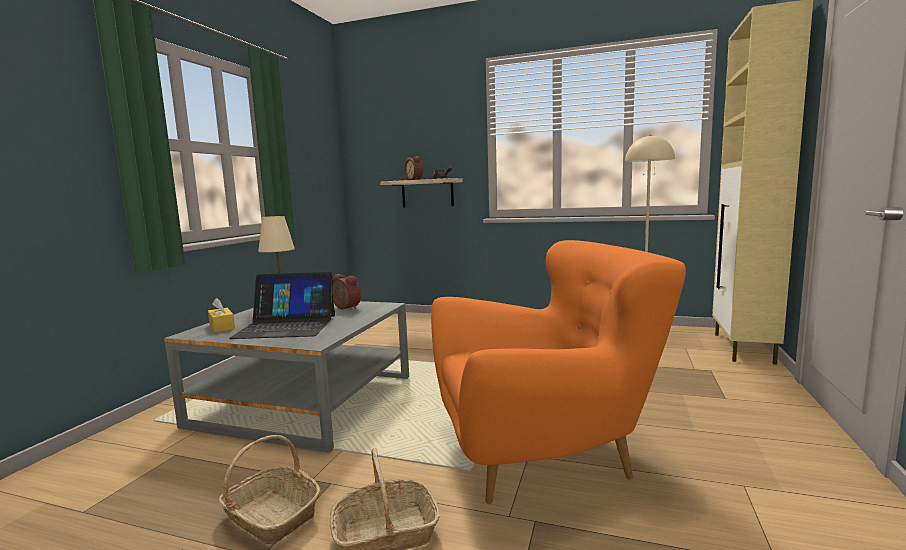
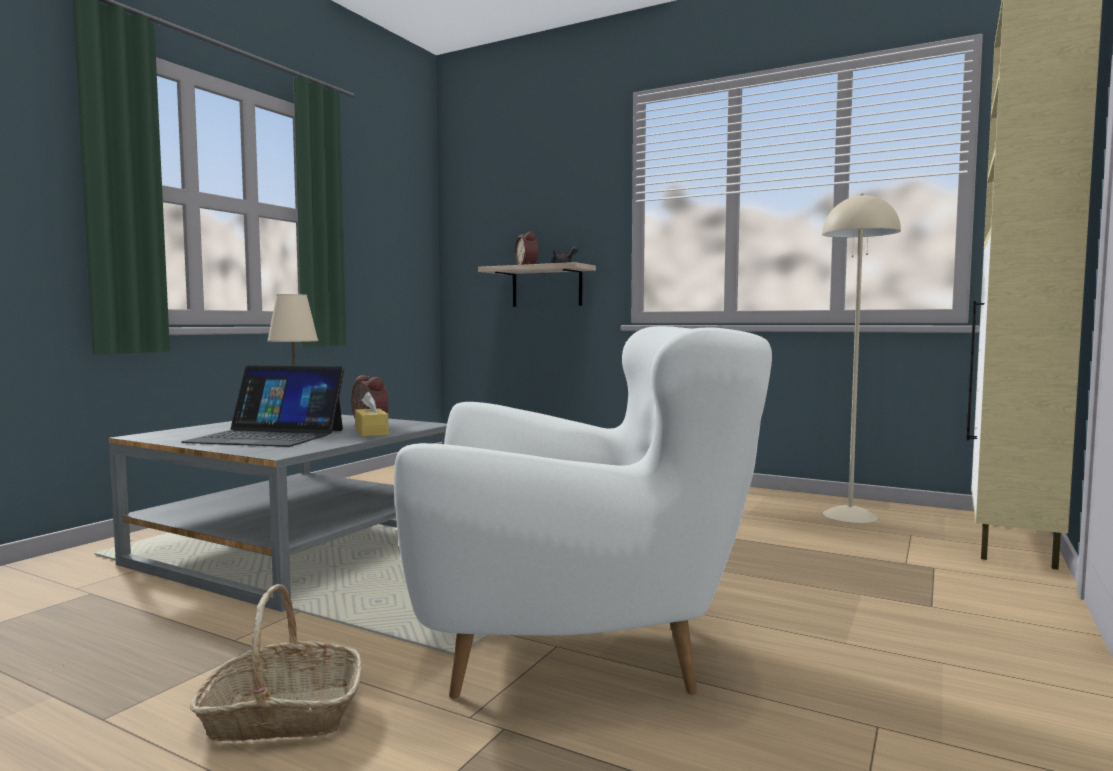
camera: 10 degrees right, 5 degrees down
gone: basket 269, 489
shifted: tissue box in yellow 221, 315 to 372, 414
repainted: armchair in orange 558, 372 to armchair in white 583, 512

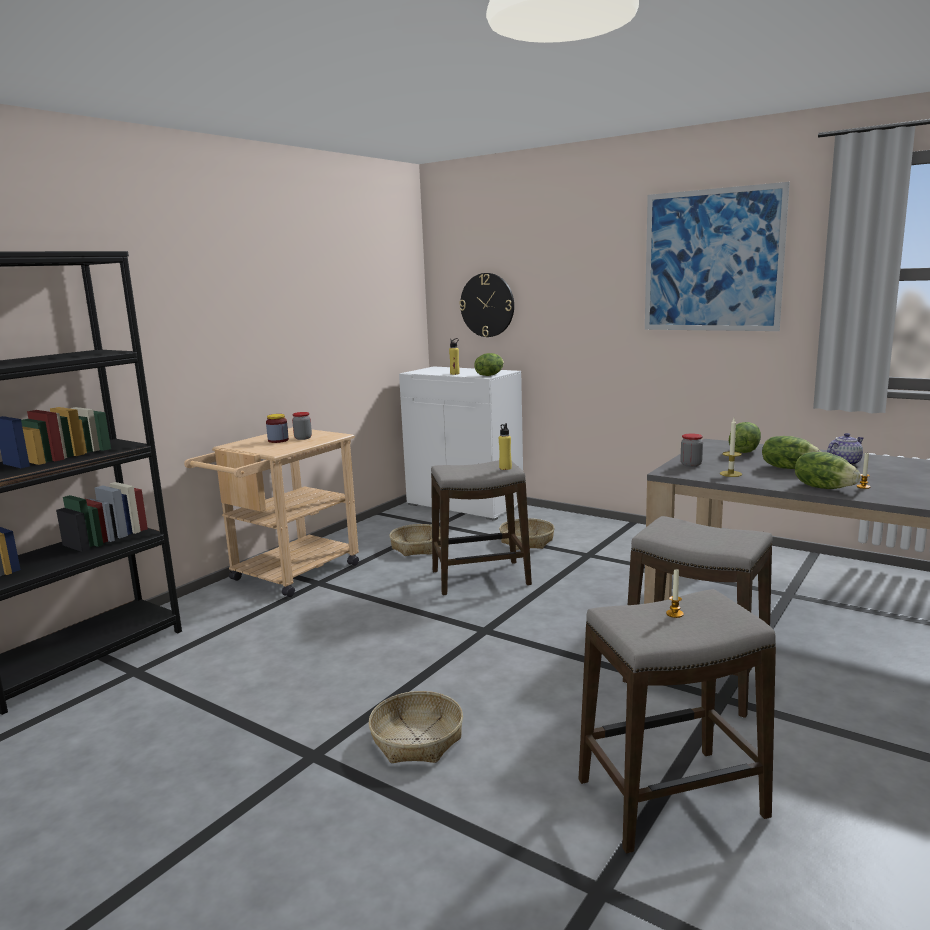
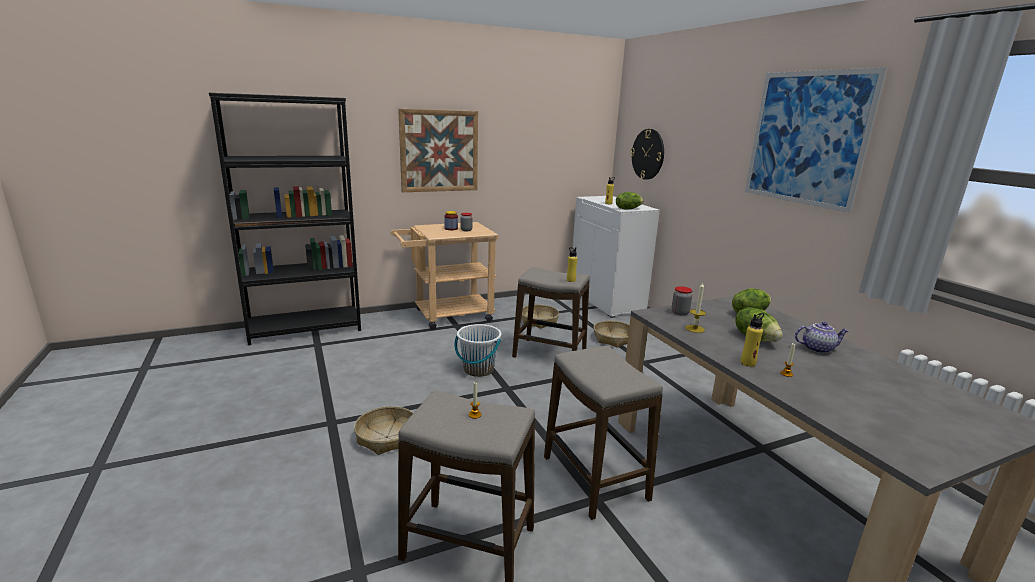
camera: 30 degrees right, 5 degrees up
new: picture 438, 150; bucket in white 477, 350
swapped: lettuce 828, 470 to bottle in yellow 752, 340

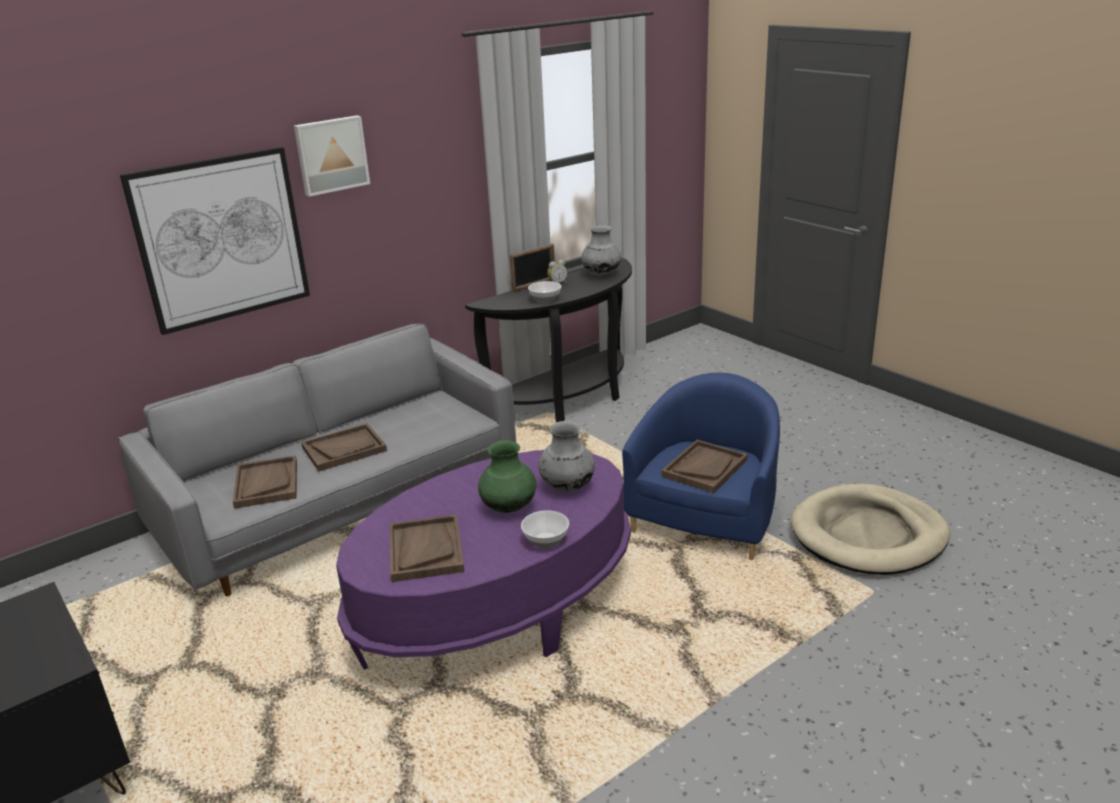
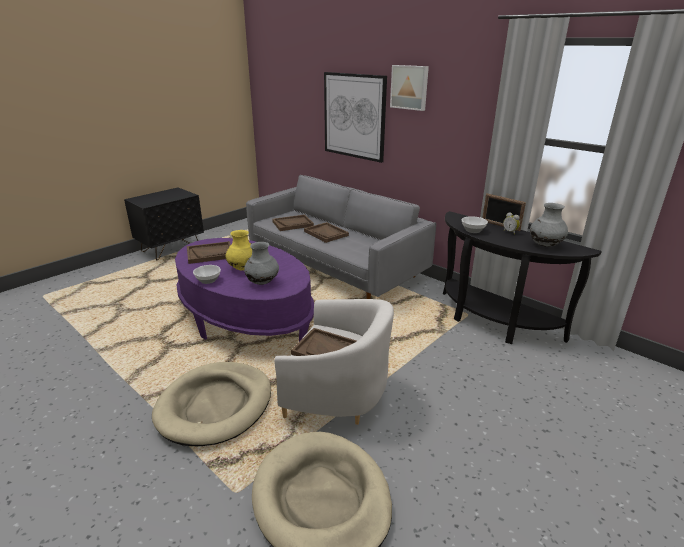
camera: 80 degrees right, 0 degrees up
new: dog bed in beige 211, 404
repainted: vase in green 507, 476 to vase in yellow 238, 250; armchair in blue 701, 466 to armchair in white 334, 362

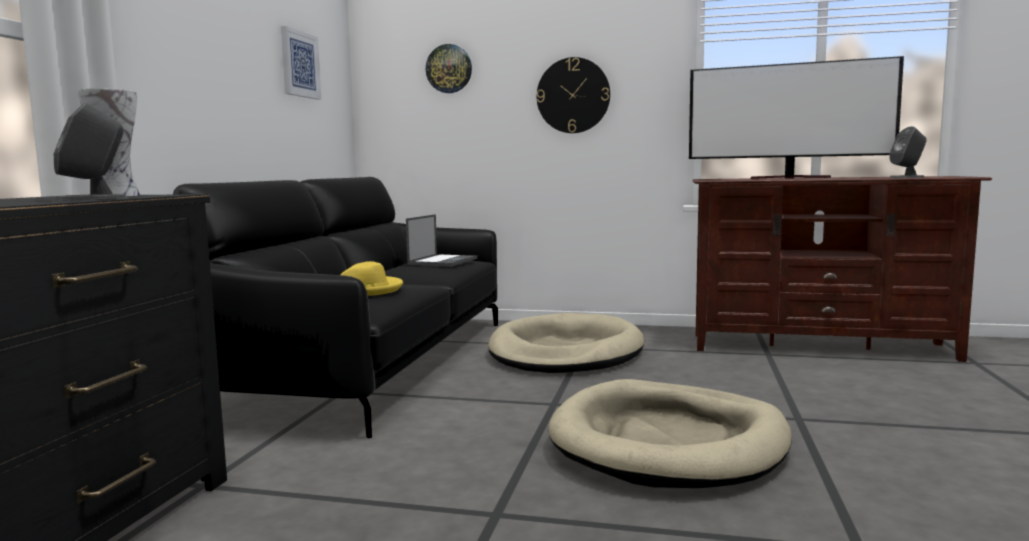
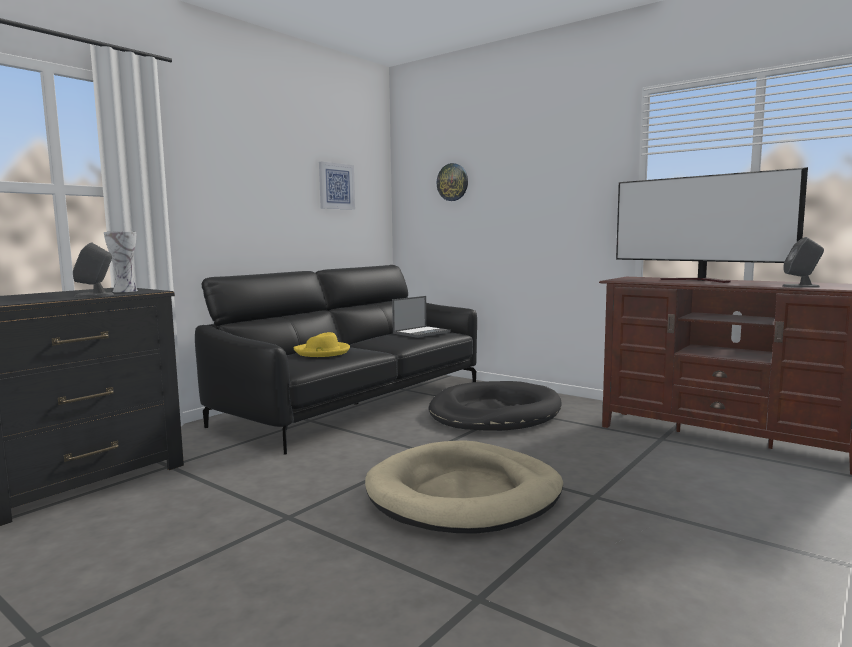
camera: 25 degrees right, 0 degrees up
gone: wall clock 573, 95
repainted: dog bed in beige 566, 343 to dog bed in black 495, 406

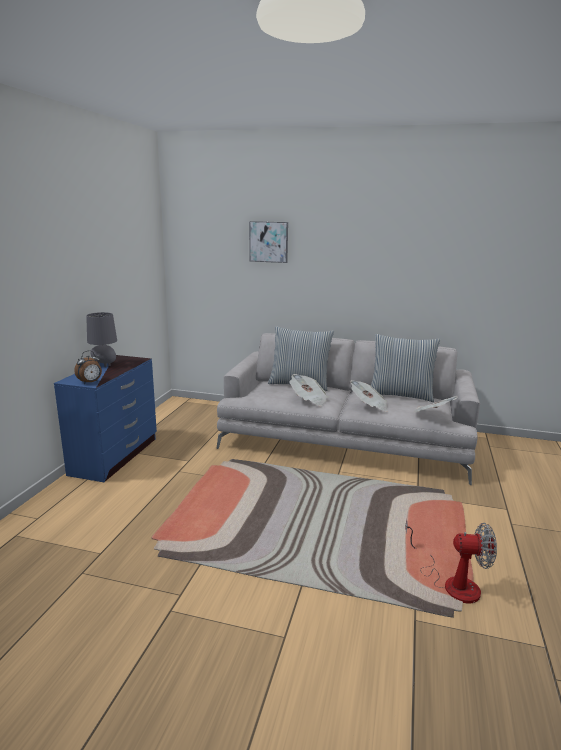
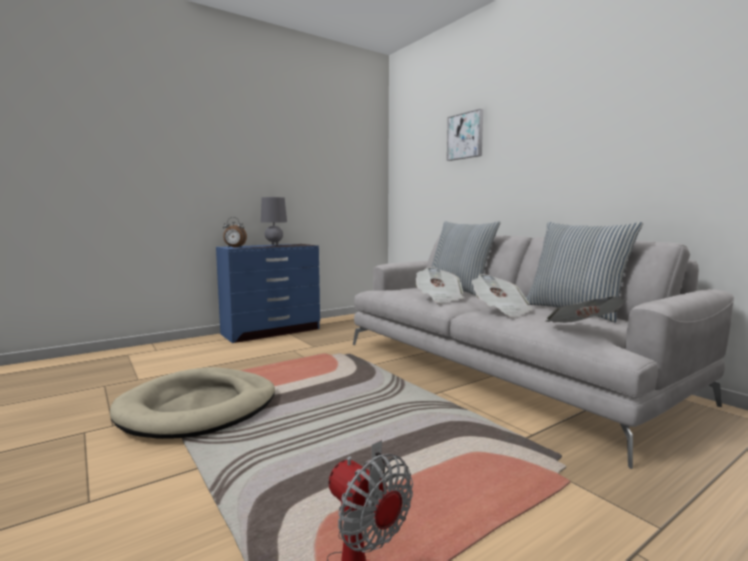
camera: 40 degrees right, 10 degrees down
new: dog bed in beige 192, 403

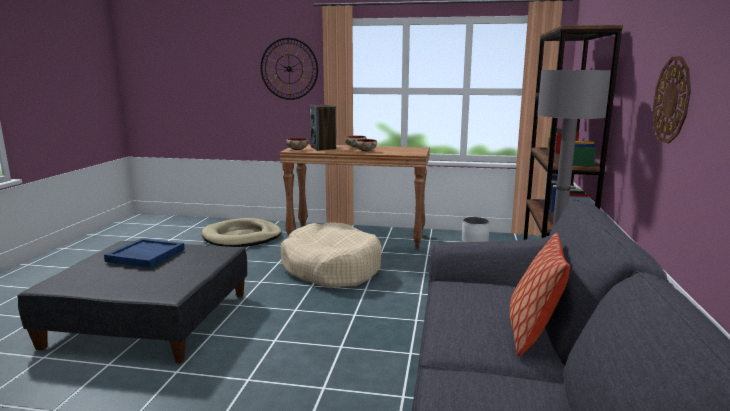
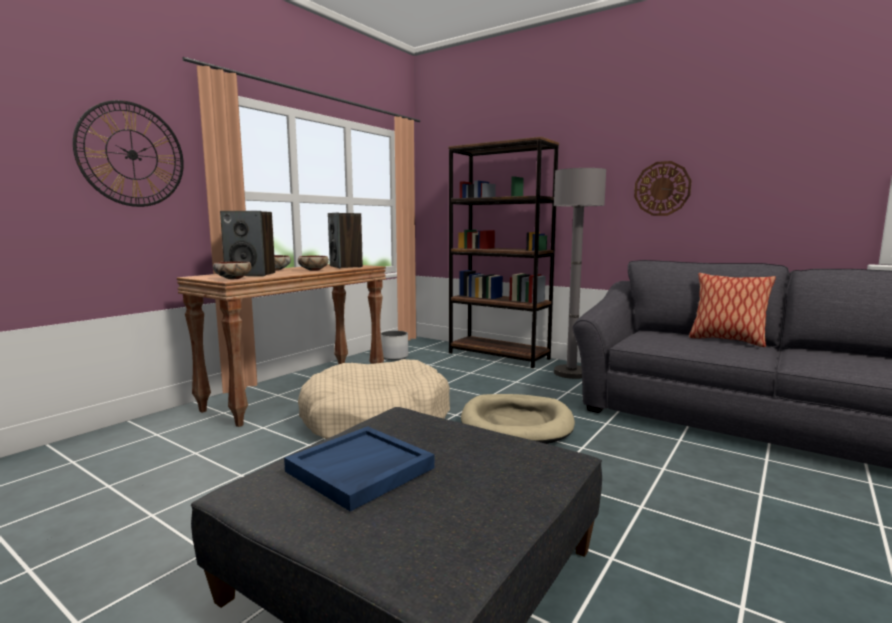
camera: 65 degrees left, 5 degrees down
new: speaker 345, 240
shifted: dog bed in beige 242, 232 to 518, 419

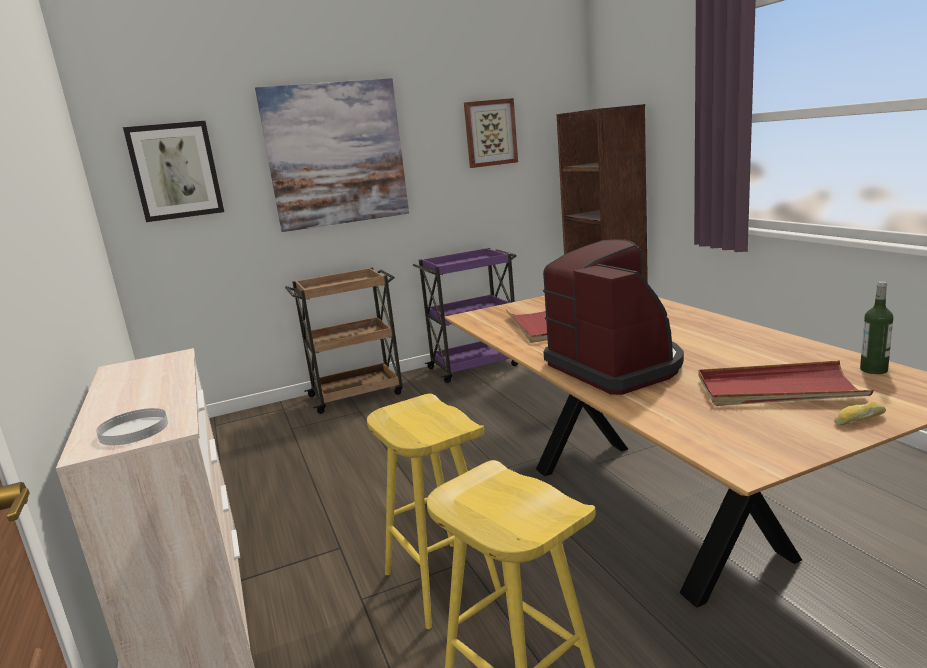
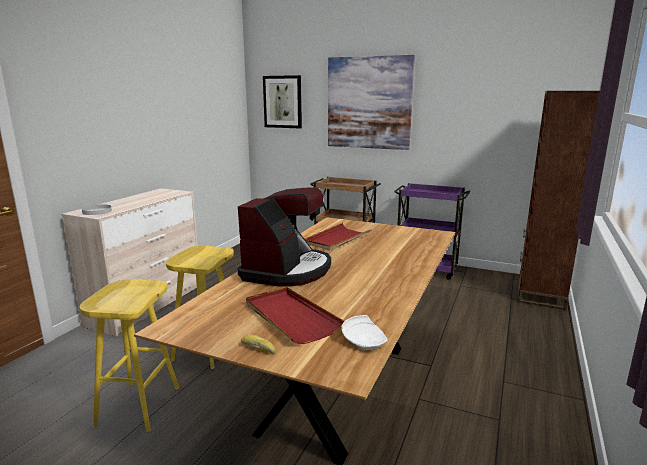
camera: 45 degrees right, 0 degrees up
gone: picture 491, 133
swapped: bottle 876, 327 to plate in white 364, 332

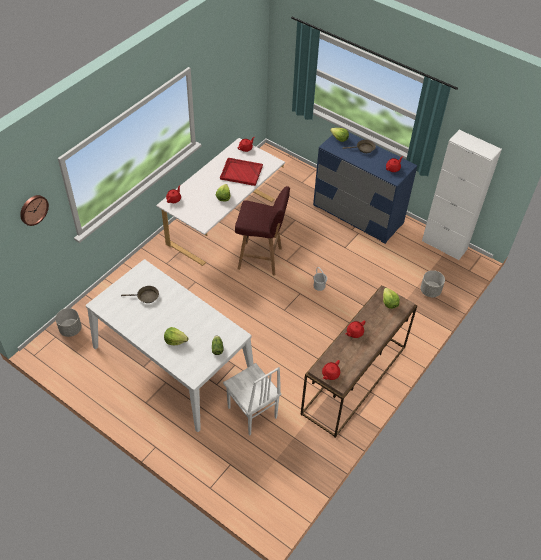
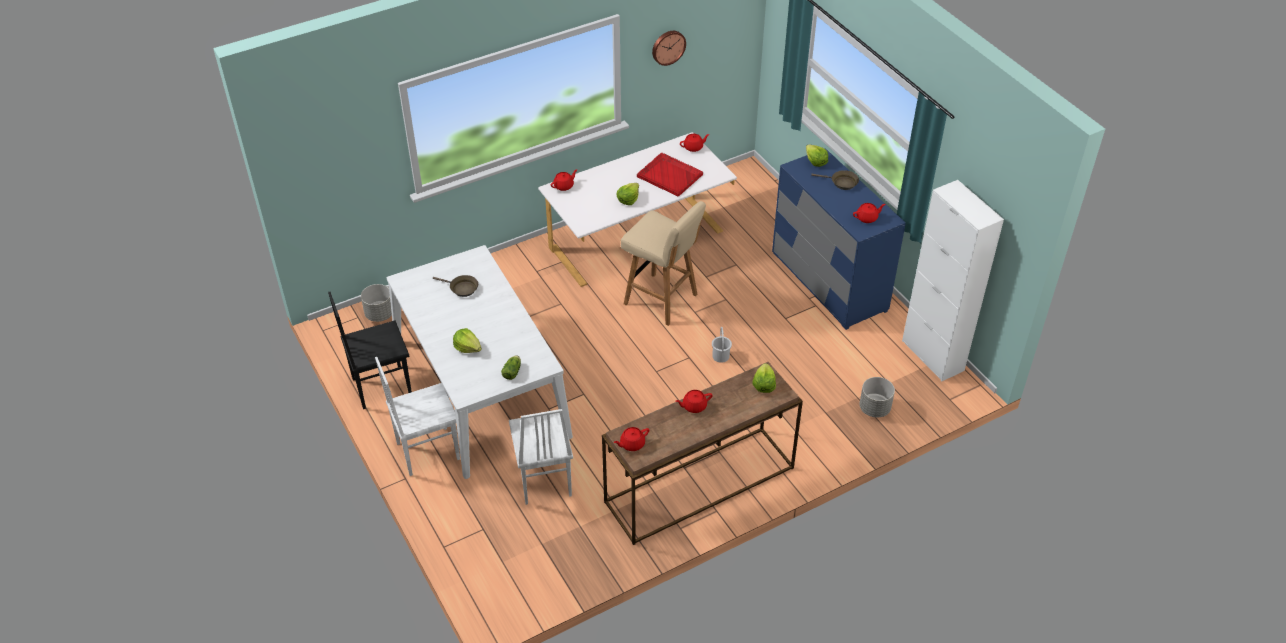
camera: 25 degrees right, 5 degrees down
new: chair in black 370, 350; chair in white 417, 416
shifted: wall clock 34, 210 to 669, 48
repainted: stool in red 262, 231 to stool in beige 663, 263

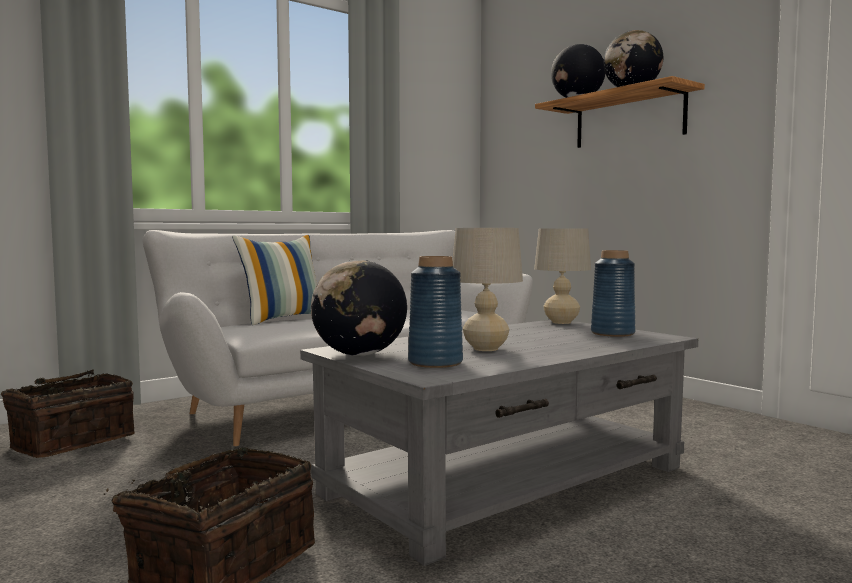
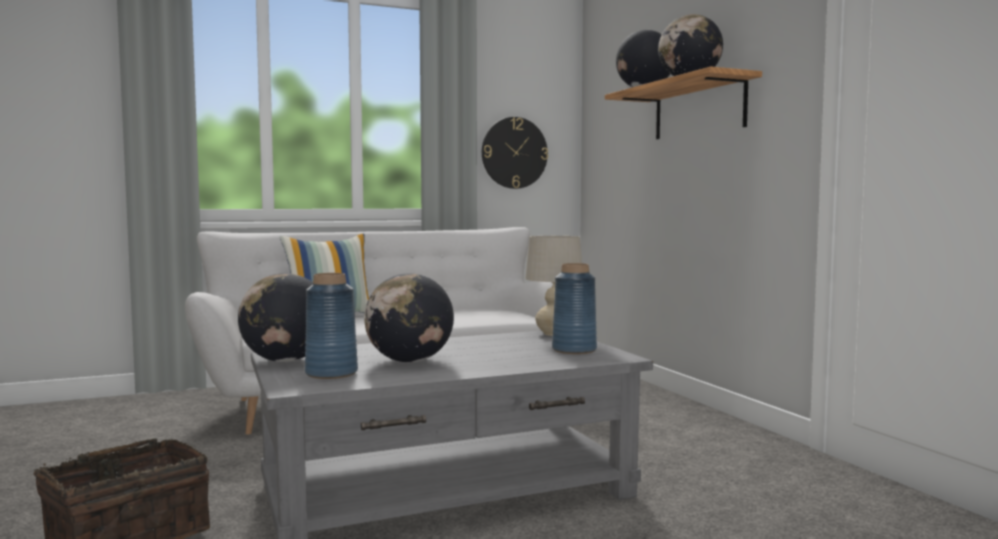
camera: 15 degrees right, 0 degrees up
gone: basket 68, 414
new: wall clock 515, 153
swapped: table lamp in beige 487, 289 to globe 409, 317

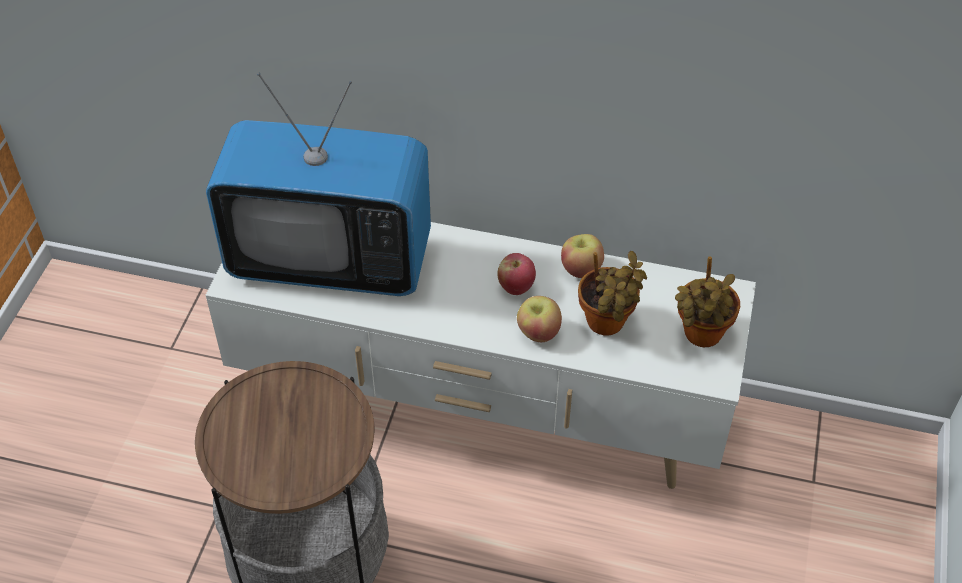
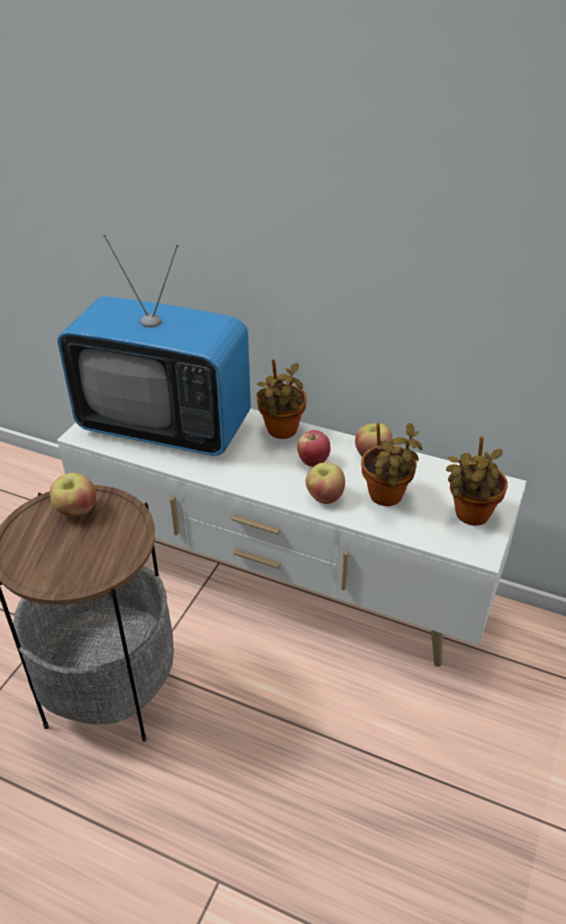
camera: 10 degrees right, 10 degrees down
new: apple 73, 495; potted plant 282, 399

